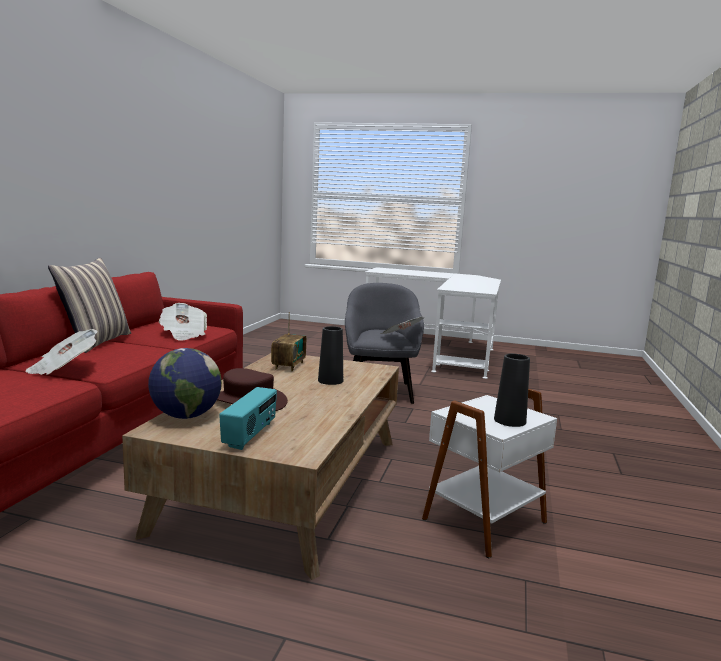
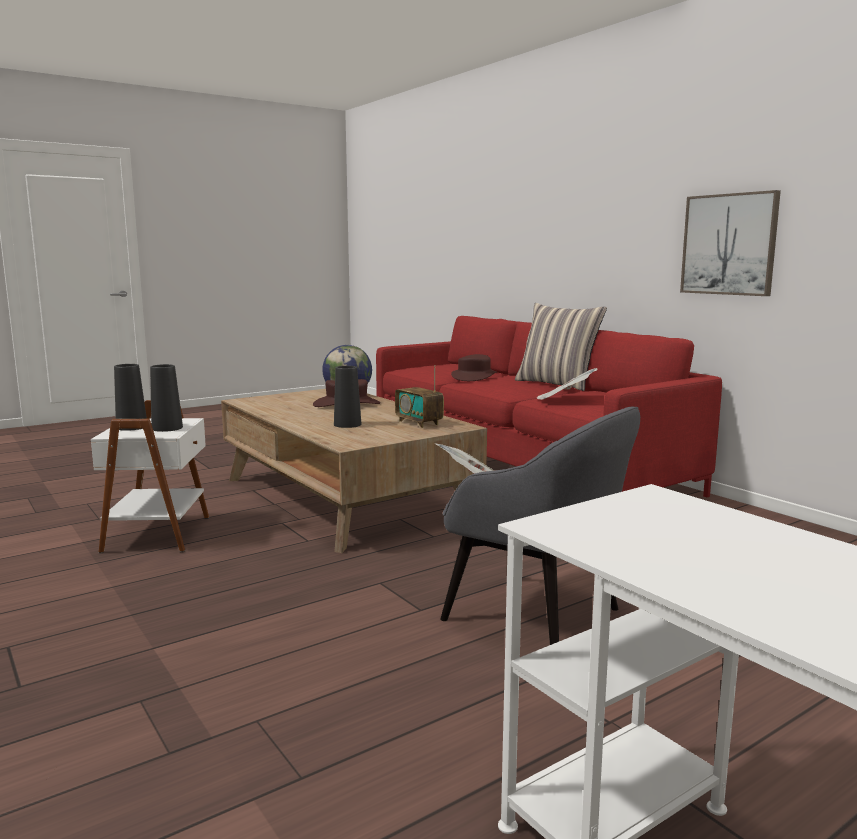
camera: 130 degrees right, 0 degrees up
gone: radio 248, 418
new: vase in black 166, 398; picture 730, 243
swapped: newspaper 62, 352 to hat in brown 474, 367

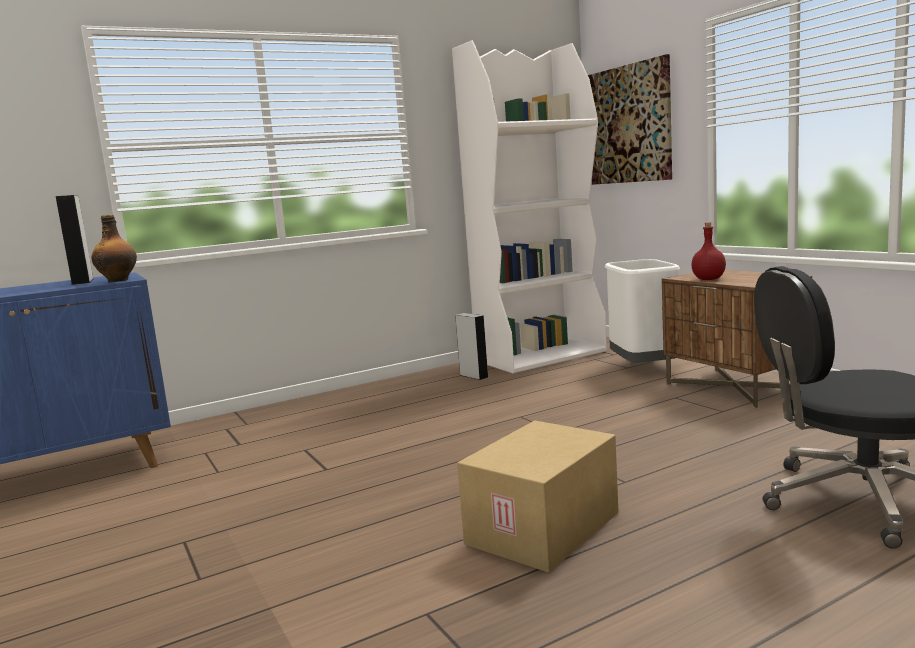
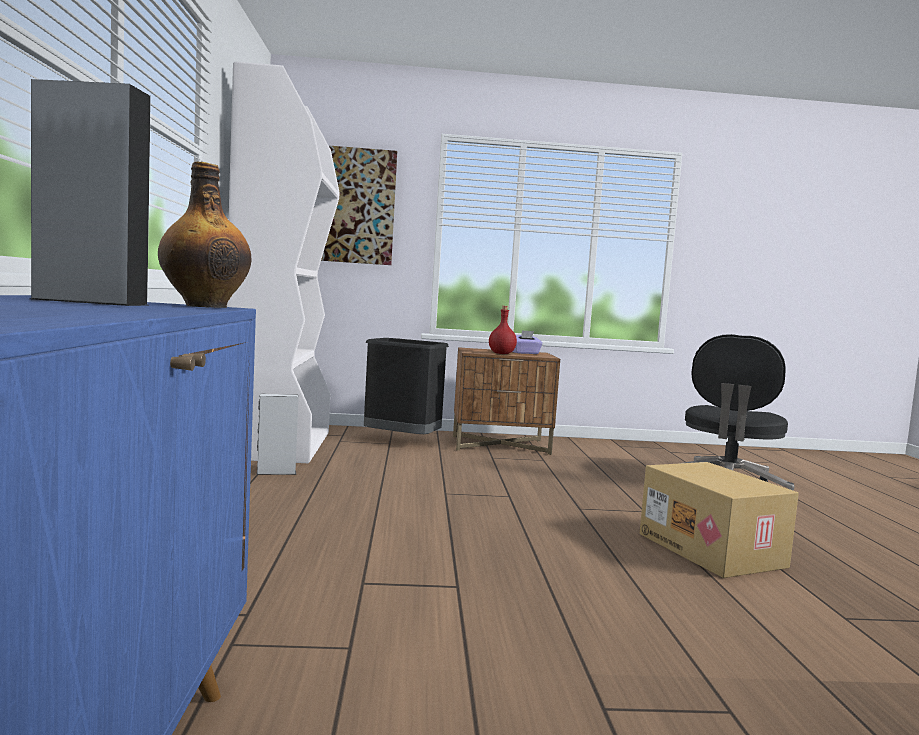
camera: 65 degrees left, 5 degrees down
new: tissue box in purple 527, 342
repainted: trash can in white 642, 310 to trash can in black 406, 386

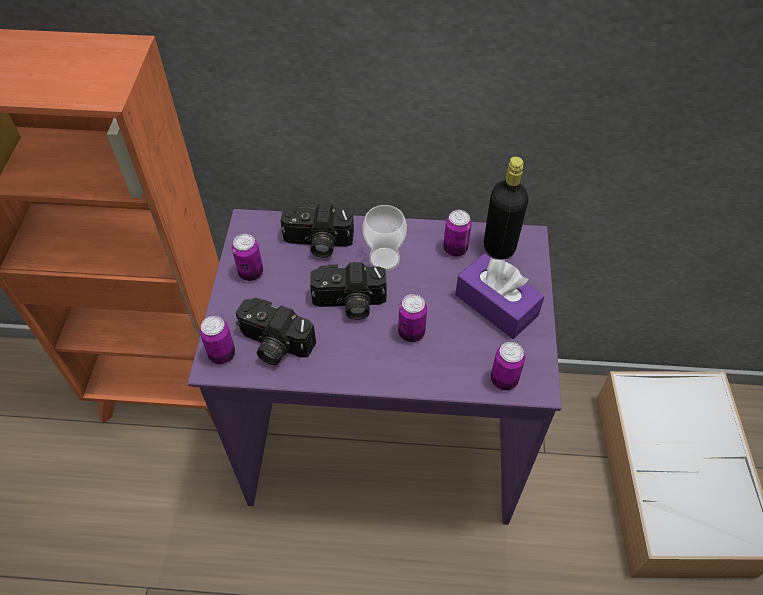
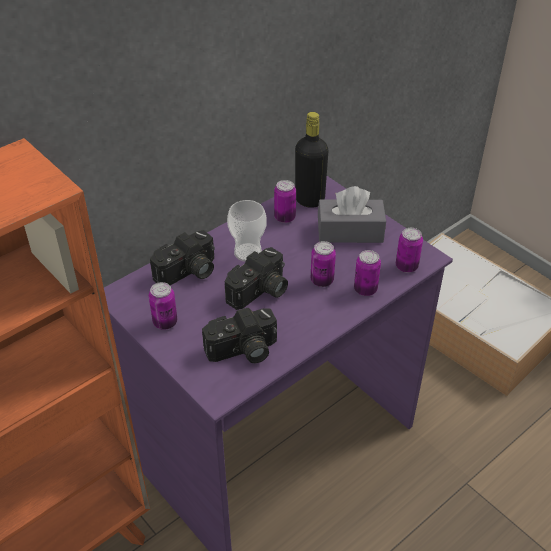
camera: 45 degrees left, 10 degrees down
shifted: can 217, 340 to 367, 273
repainted: tissue box in purple 499, 296 to tissue box in grey 352, 214

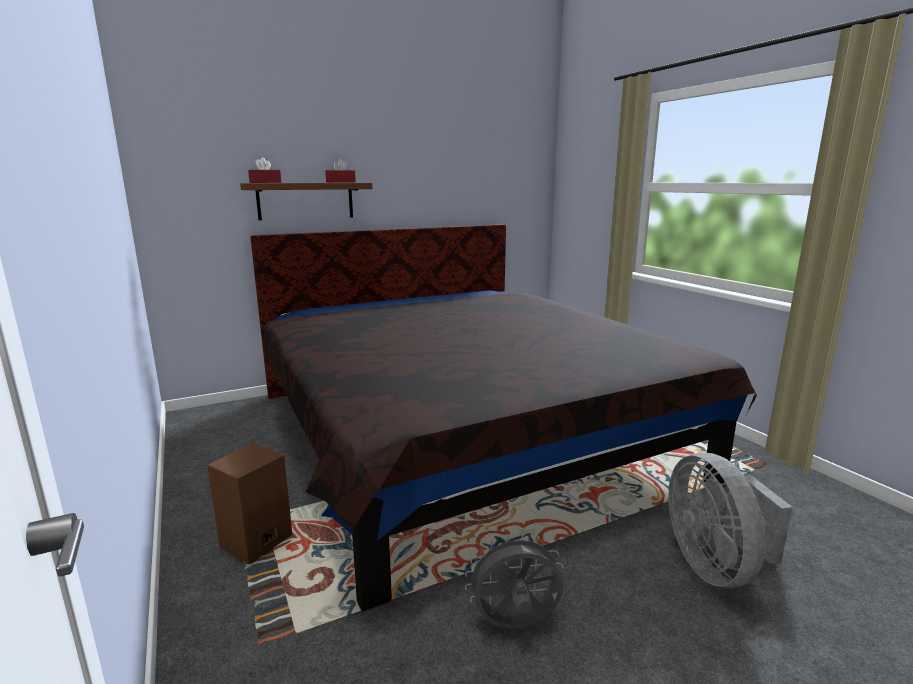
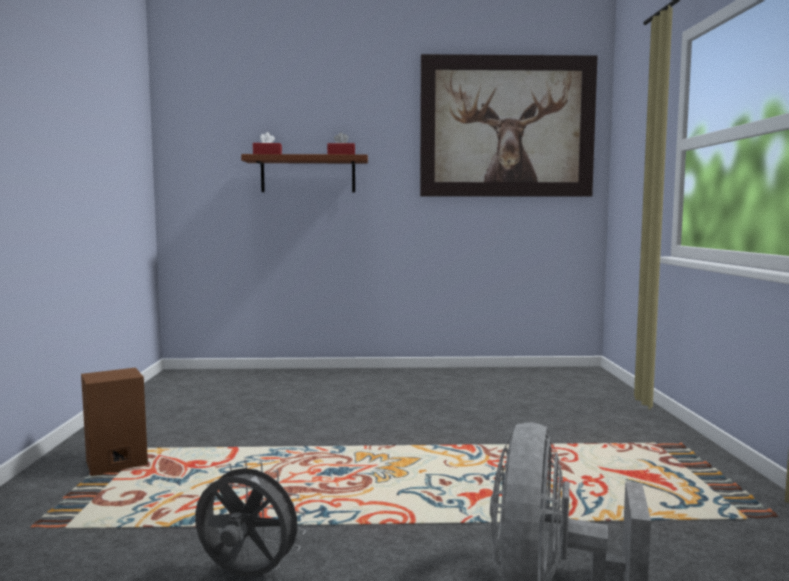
camera: 25 degrees right, 10 degrees down
gone: bed 503, 417
new: picture 508, 125

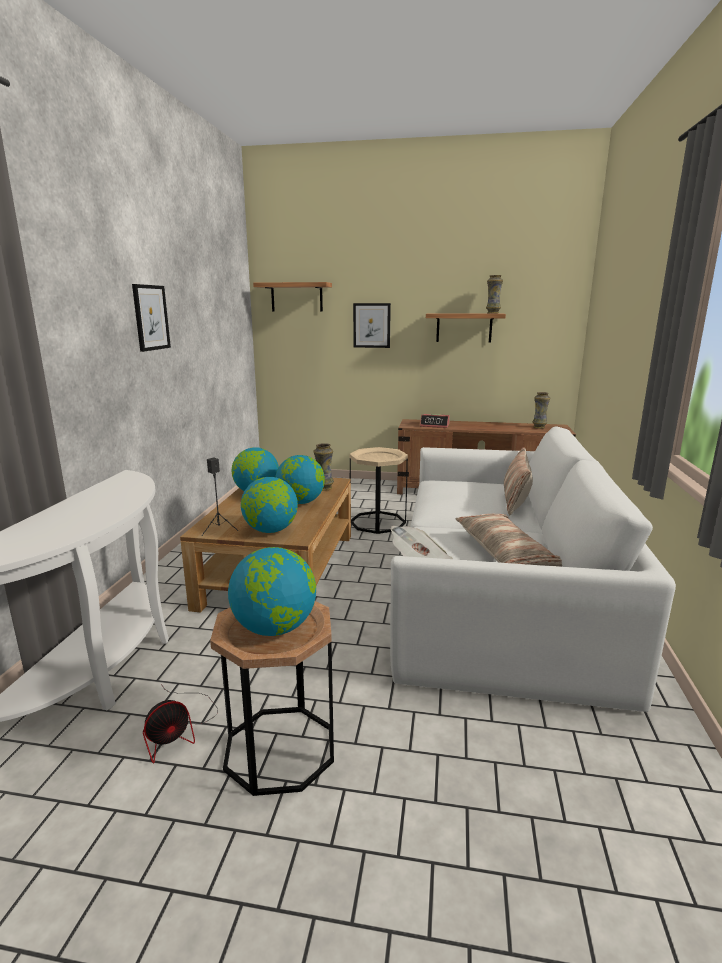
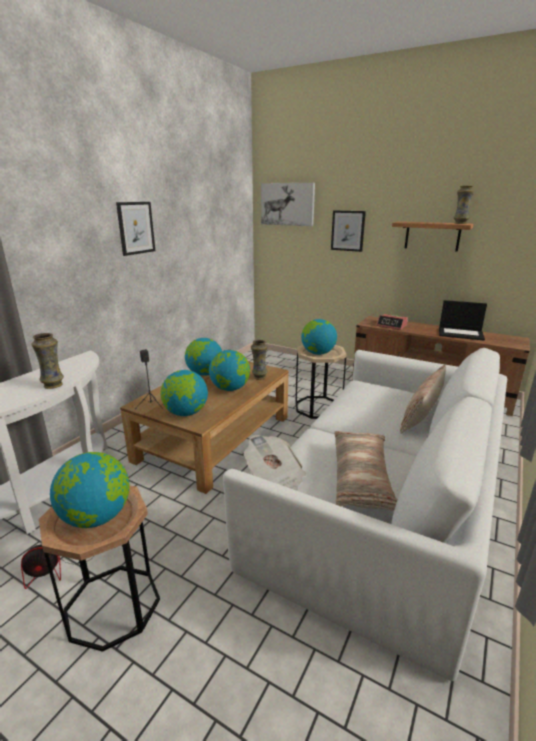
camera: 20 degrees right, 5 degrees up
new: globe 319, 337; laptop 463, 320
shifted: vase 541, 410 to 47, 361
swapped: shelf 292, 296 to picture 288, 204

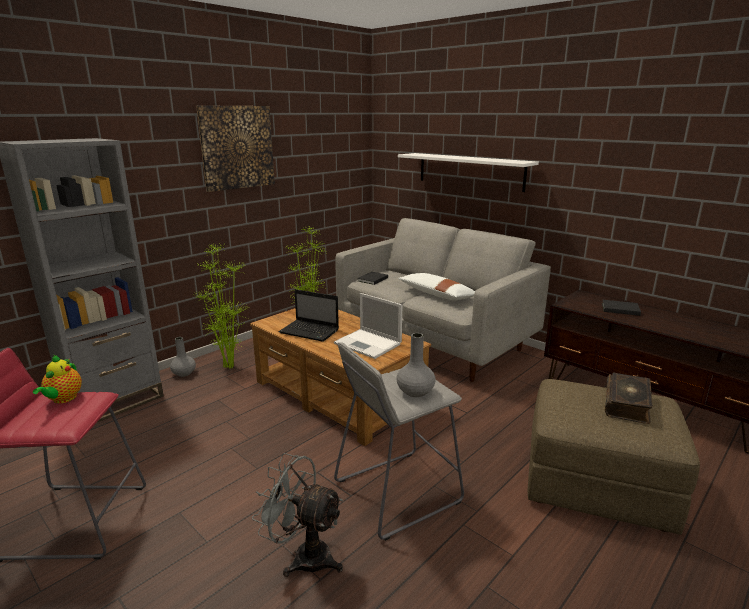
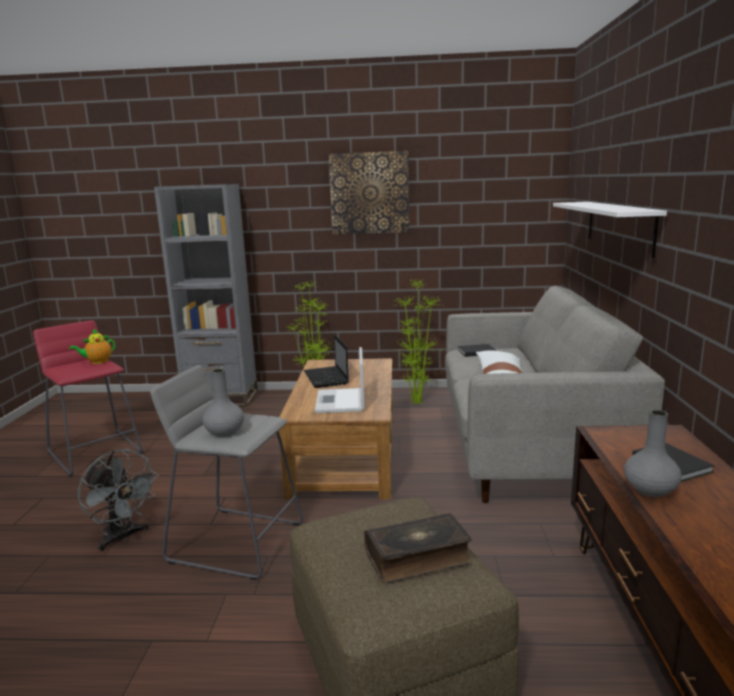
camera: 50 degrees right, 5 degrees down
shifted: vase in grey 183, 357 to 653, 453
rotated: fan in grey 297, 515 = 118, 500 150 degrees clockwise

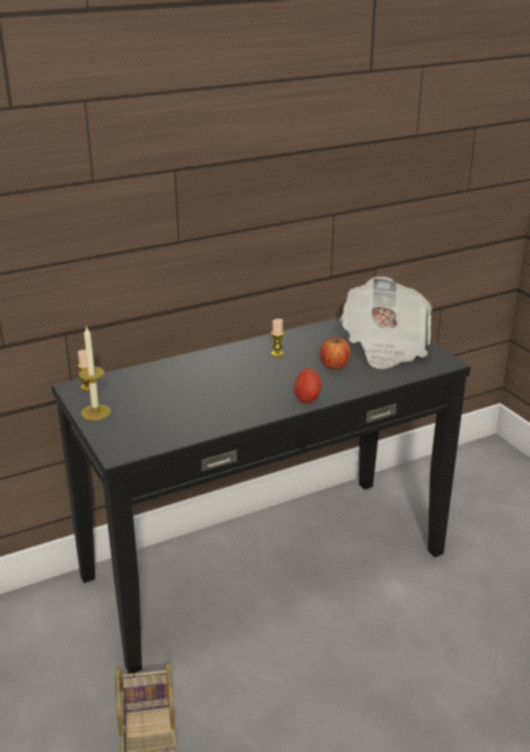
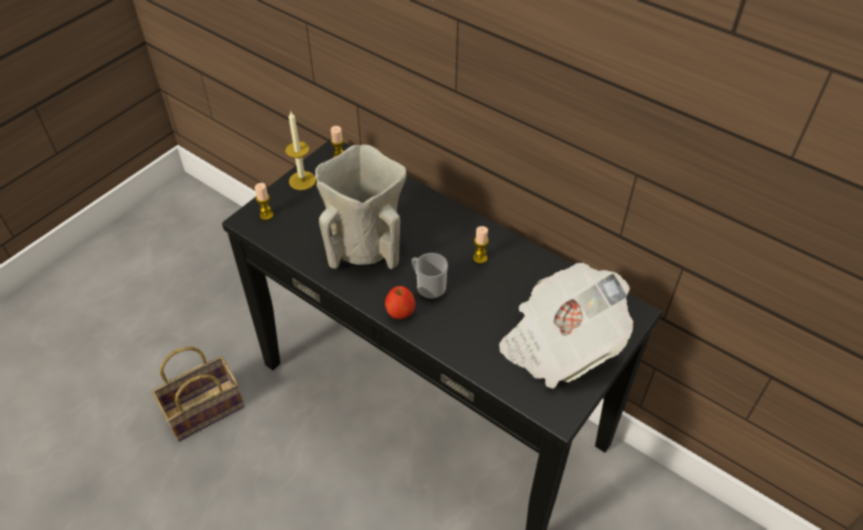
camera: 65 degrees right, 20 degrees up
gone: apple 335, 353
new: candle 264, 201; vase in beige 361, 207; mug 429, 276

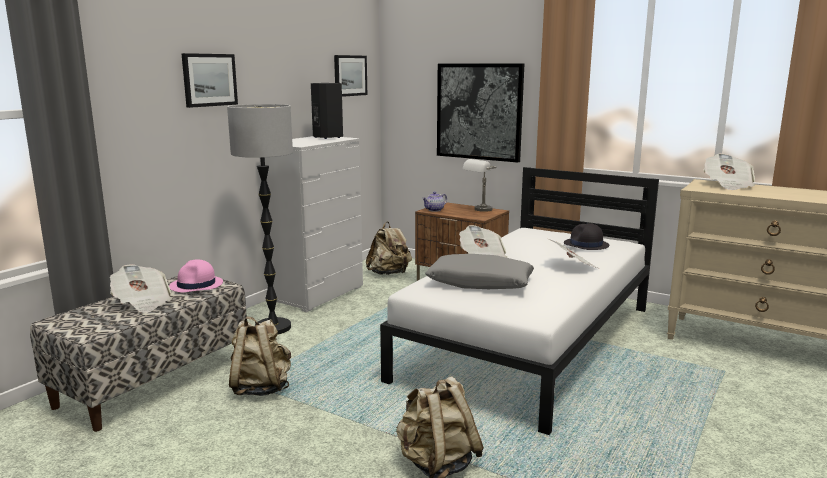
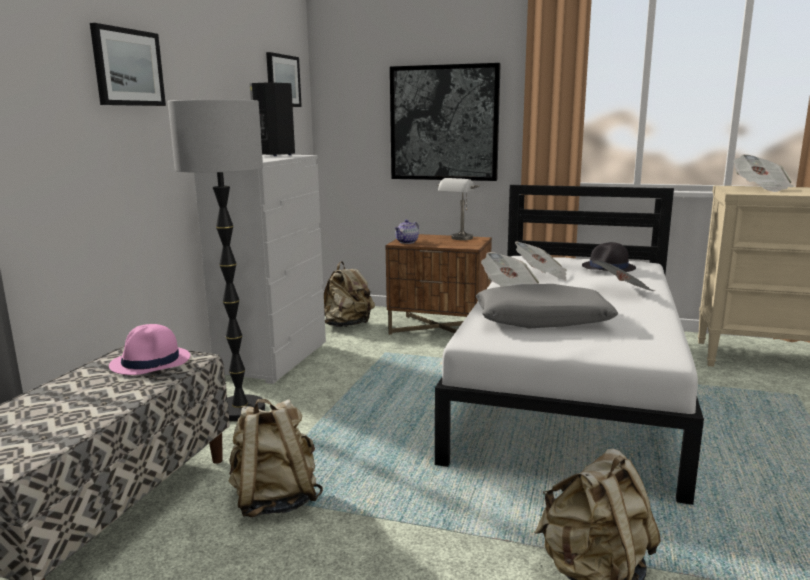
camera: 15 degrees left, 0 degrees up
shifted: newspaper 141, 288 to 541, 260

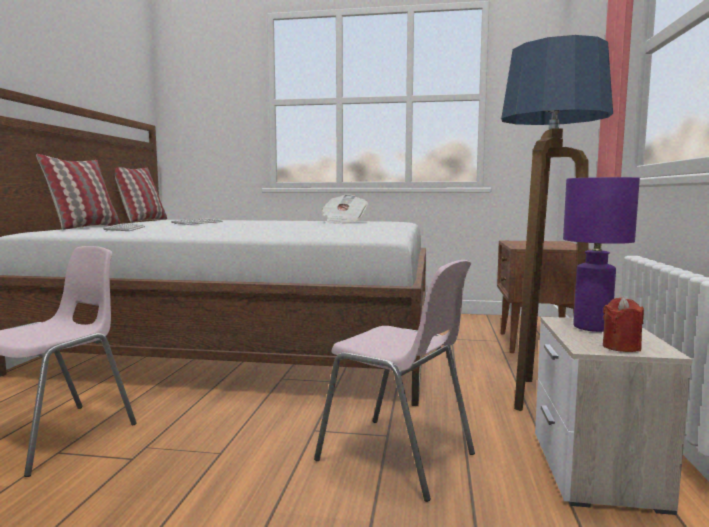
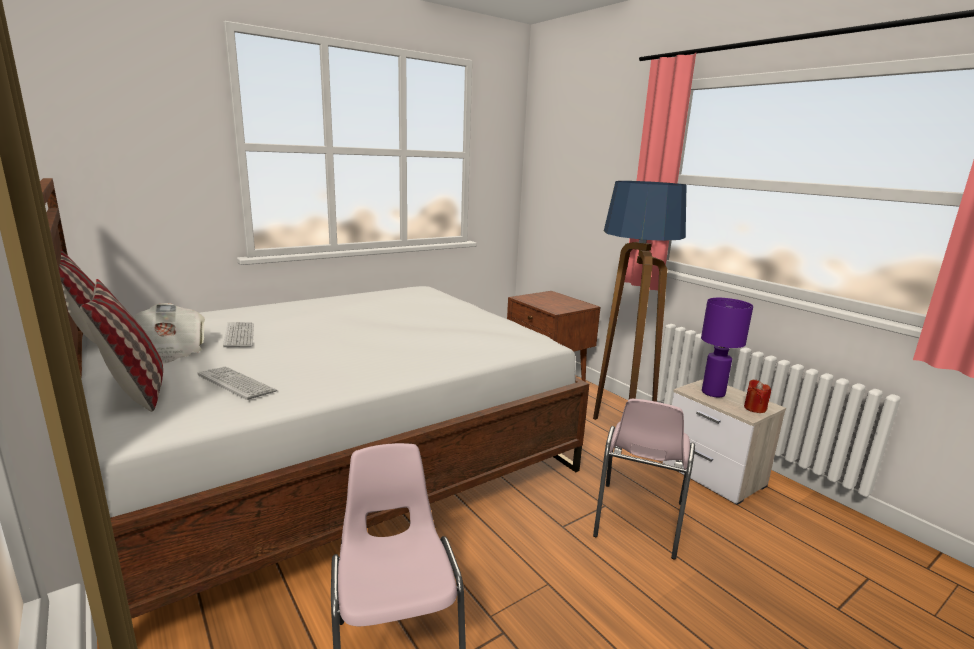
camera: 45 degrees left, 10 degrees up
shifted: newspaper 345, 209 to 169, 333
rotated: chair in pink 394, 381 = 644, 479 120 degrees clockwise

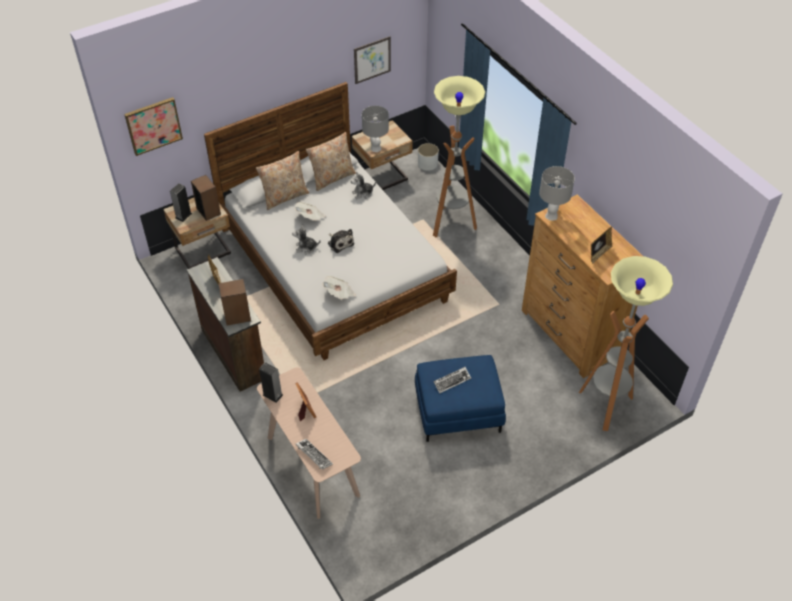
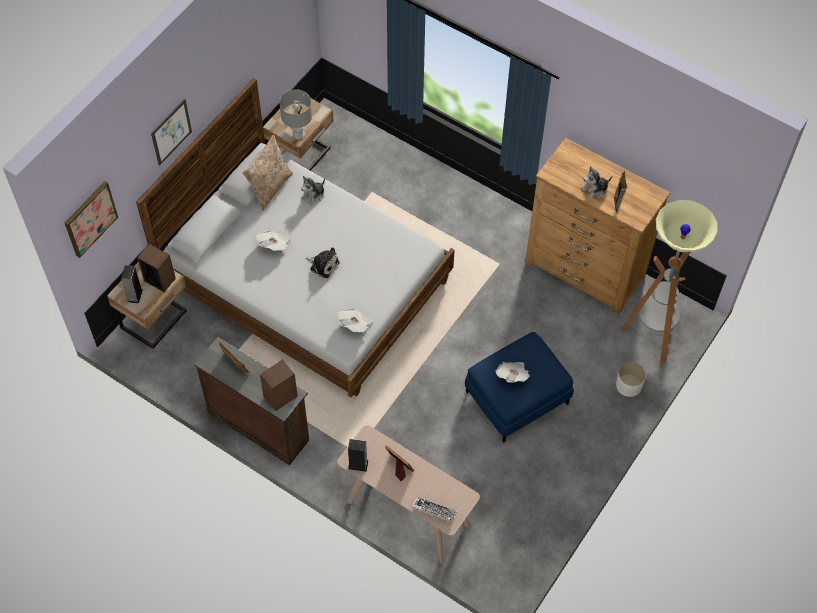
camera: 25 degrees left, 10 degrees up
gone: pillow in beige 282, 180; floor lamp 459, 156; table lamp in grey 557, 193
shifted: plush toy 306, 239 to 596, 182; picture 372, 60 to 171, 132; planter in white 428, 157 to 631, 379
swapped: keyboard 452, 380 to newspaper 513, 372

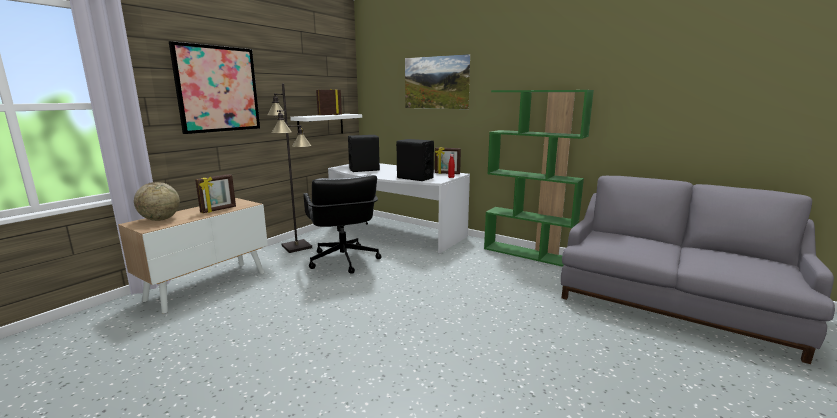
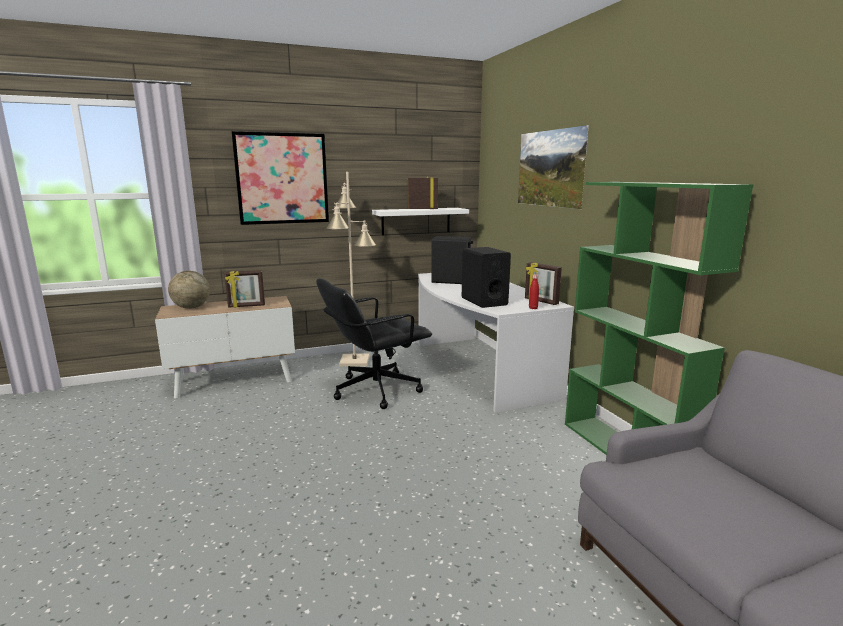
camera: 35 degrees right, 0 degrees up
repainted: floor lamp in black 289, 168 to floor lamp in beige 351, 269
rotated: office chair in black 343, 224 = 374, 343 45 degrees clockwise

